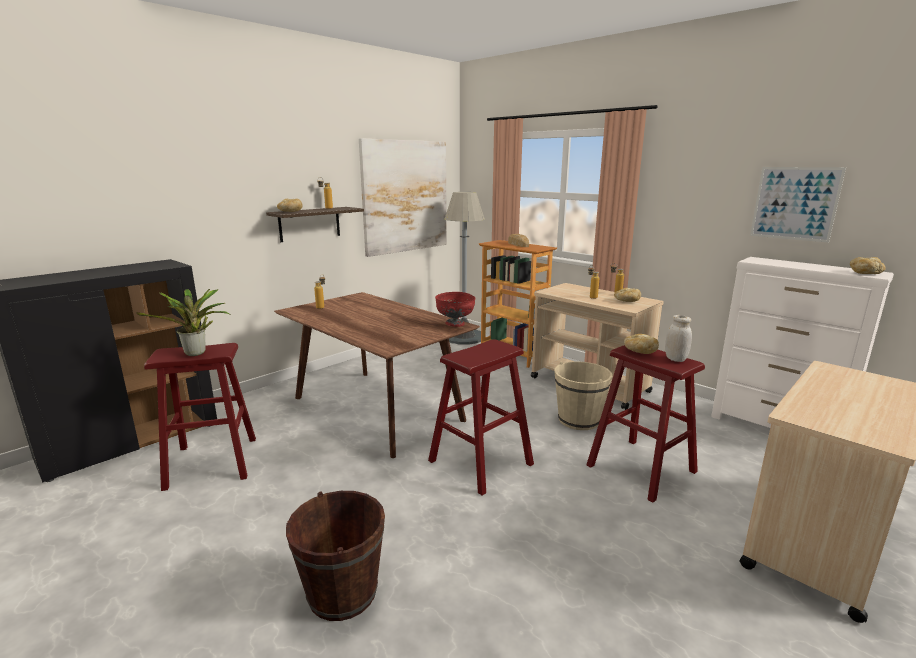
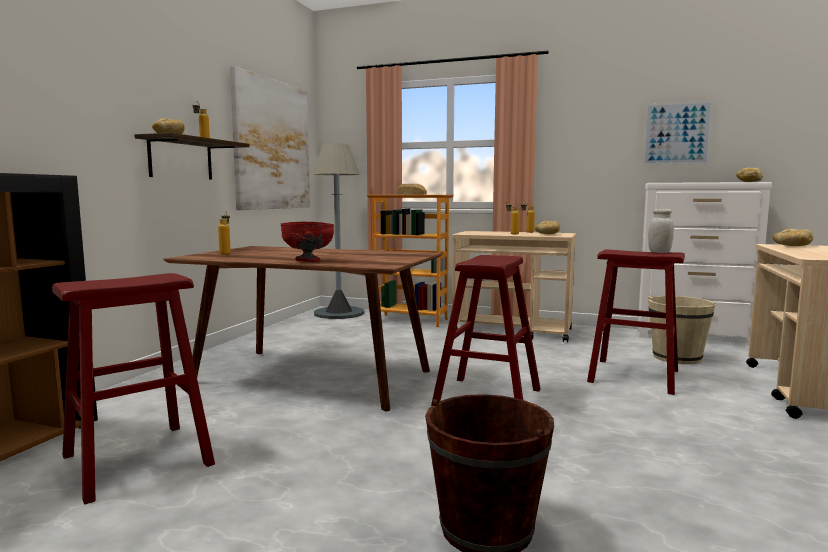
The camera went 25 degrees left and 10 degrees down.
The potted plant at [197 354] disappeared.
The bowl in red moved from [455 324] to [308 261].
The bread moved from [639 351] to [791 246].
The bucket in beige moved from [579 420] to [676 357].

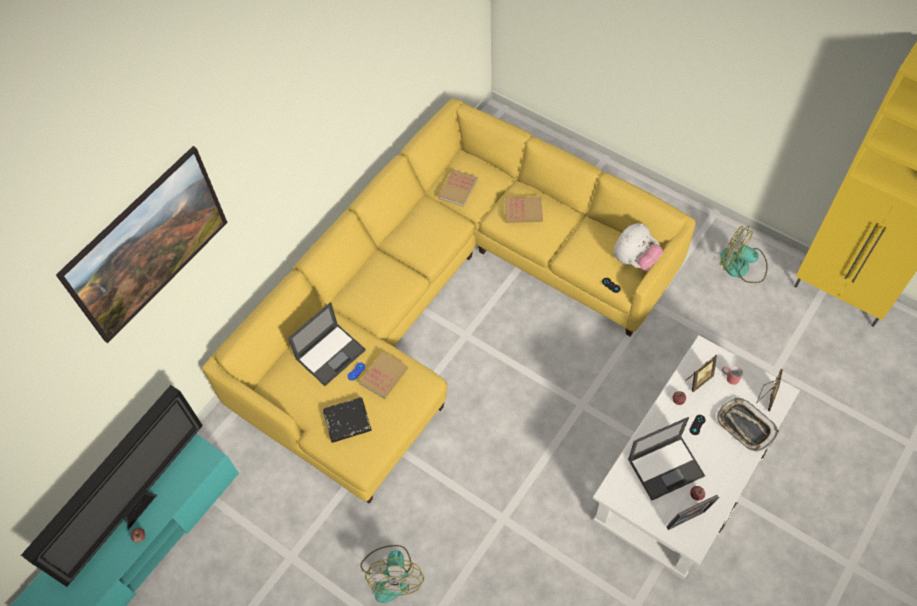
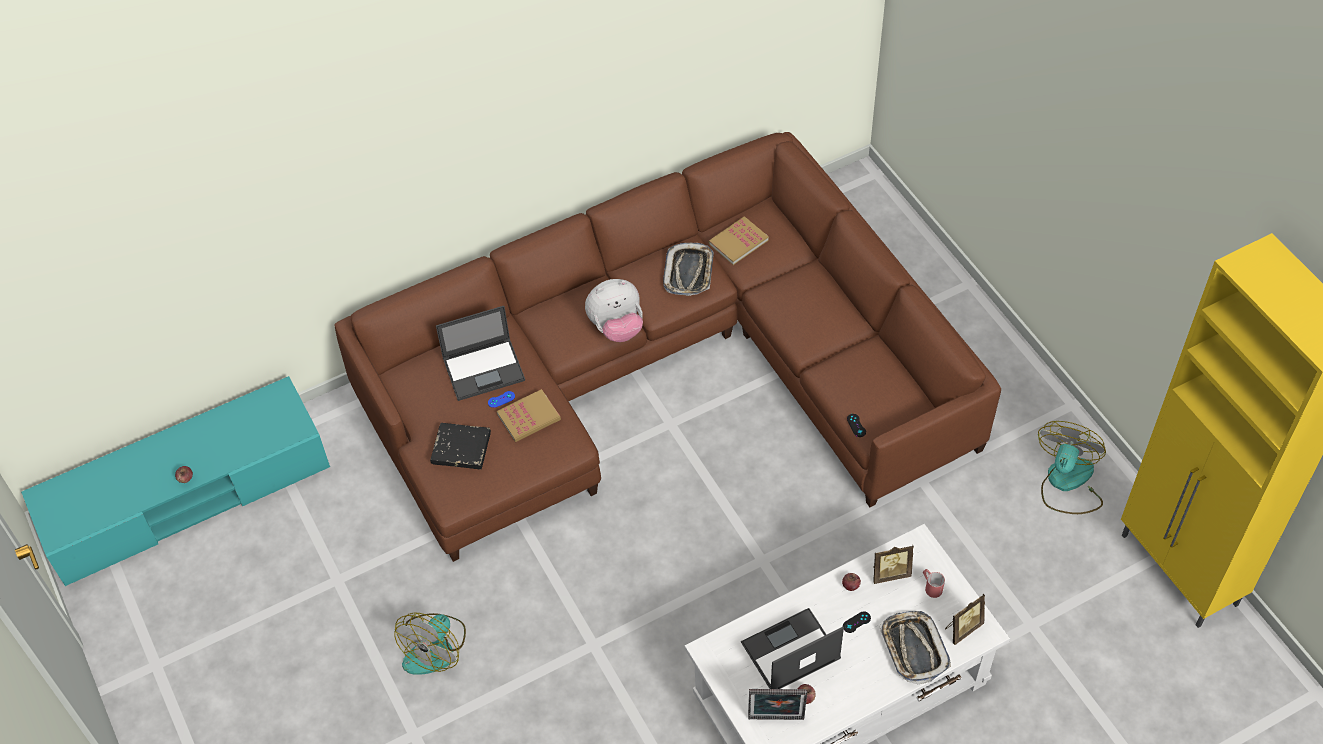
The camera went 25 degrees right and 5 degrees down.
The sofa in yellow at [441 301] became the sofa in brown at [664 373].
The picture at [157 262] disappeared.
The book at [523 211] disappeared.
The plush toy moved from [634 260] to [616 328].
The fan at [741 266] turned 60 degrees clockwise.
The television at [140 506] disappeared.
The laptop at [666 467] turned 150 degrees clockwise.
The tray at [689 272] appeared.

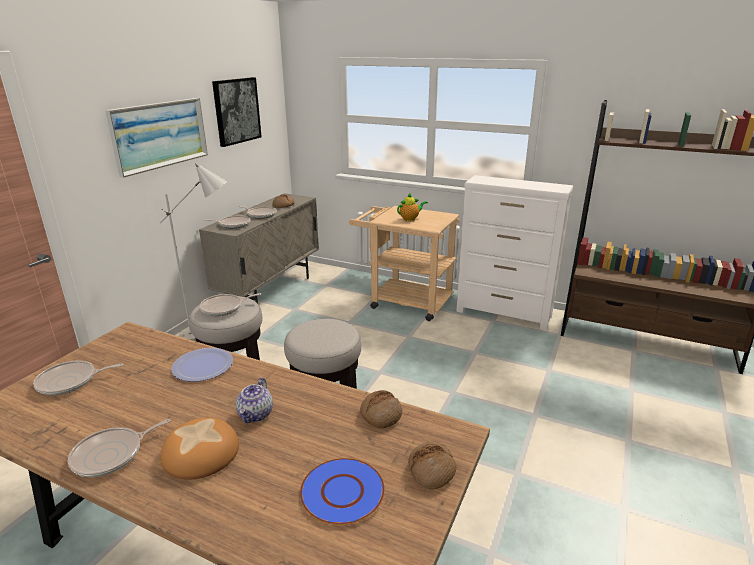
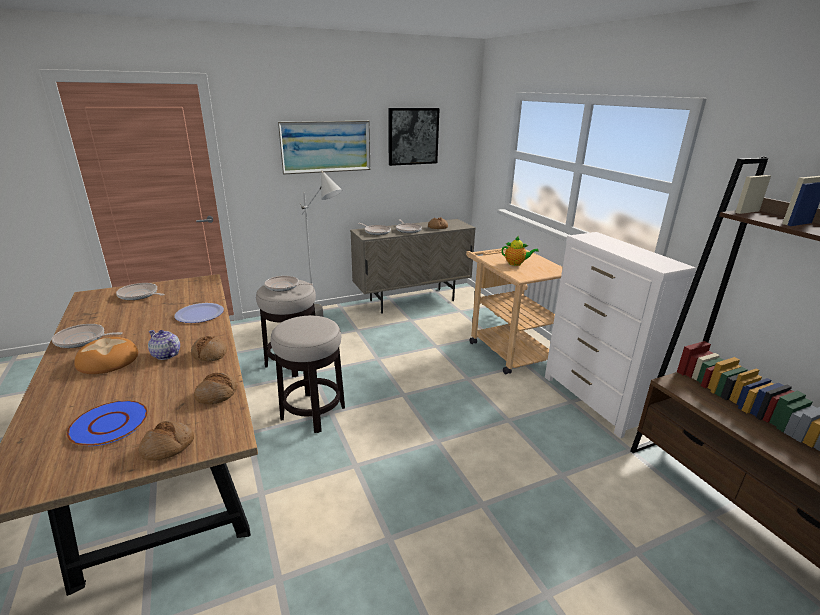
The camera went 40 degrees right and 0 degrees up.
The teapot at [256 414] turned 75 degrees clockwise.
The bread at [210 354] appeared.

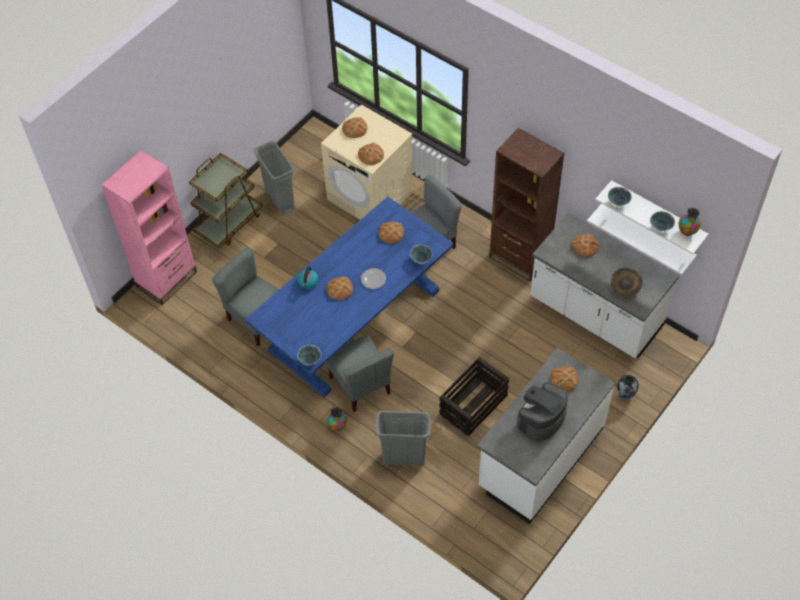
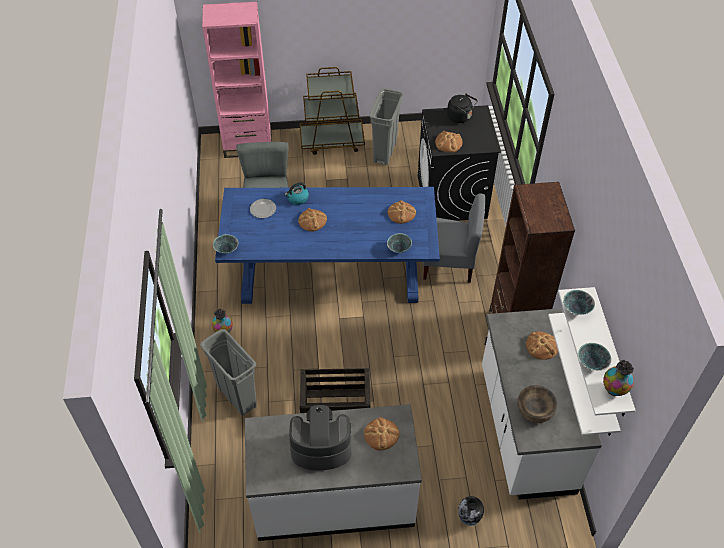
The camera went 45 degrees right and 5 degrees down.
The washing machine in beige at [370 196] became the washing machine in black at [452 197].
The bread at [355 128] was replaced by the kettle in black at [460 117].
The plate moved from [373 279] to [262 209].
The chair in grey at [361 385] disappeared.

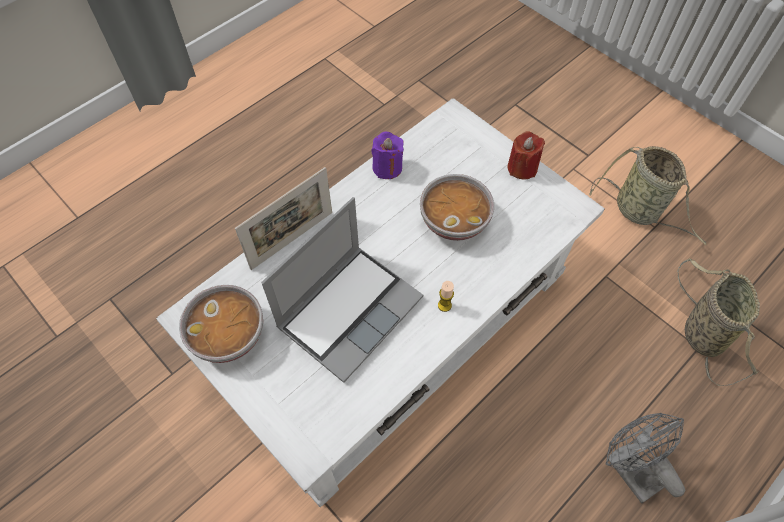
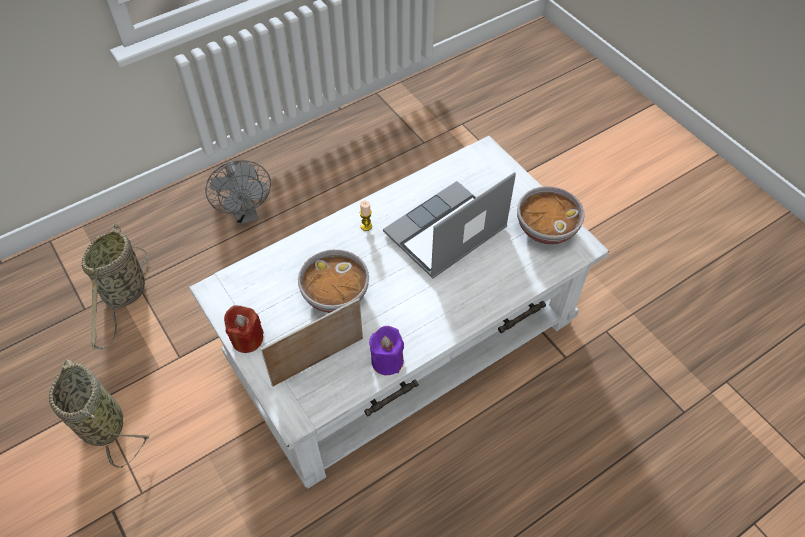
The camera went 170 degrees left and 5 degrees down.
The picture frame moved from [292 240] to [318 361].

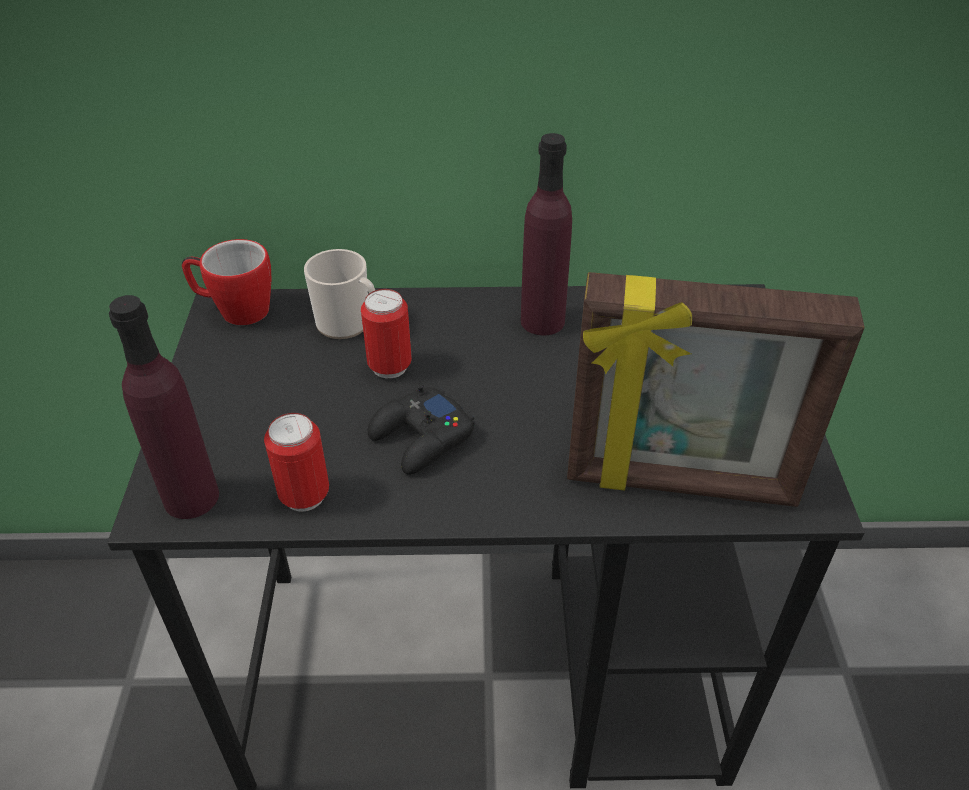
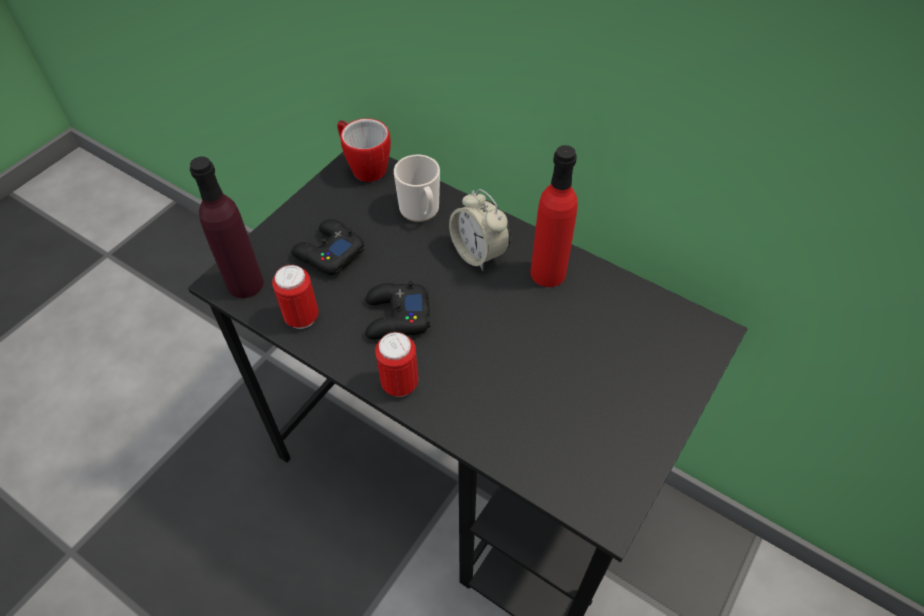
The camera went 35 degrees right and 10 degrees up.
The bottle in purple at [542 321] became the bottle in red at [548 273].
The picture frame at [680 484] disappeared.
The can moved from [389 367] to [400 384].
The alarm clock at [478 253] appeared.
The game controller in black at [328 253] appeared.

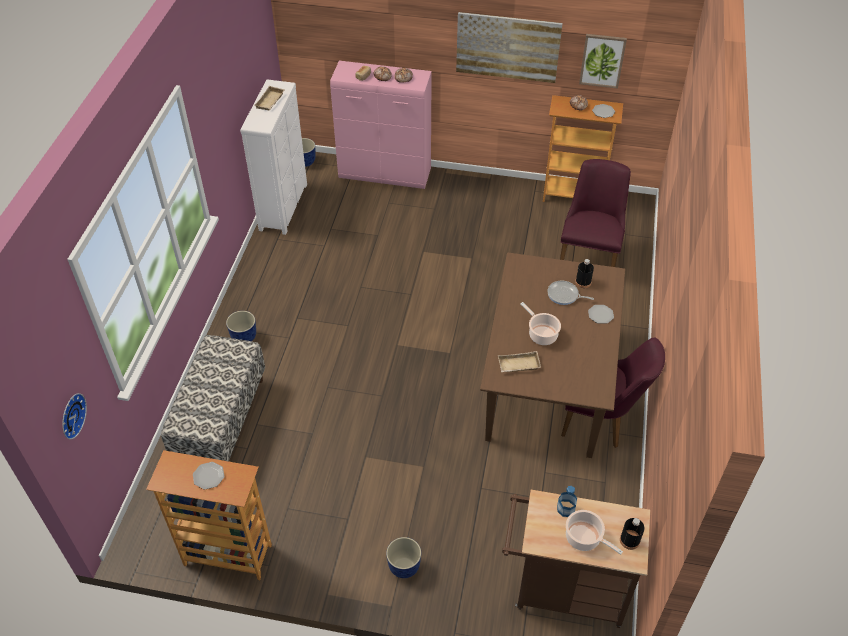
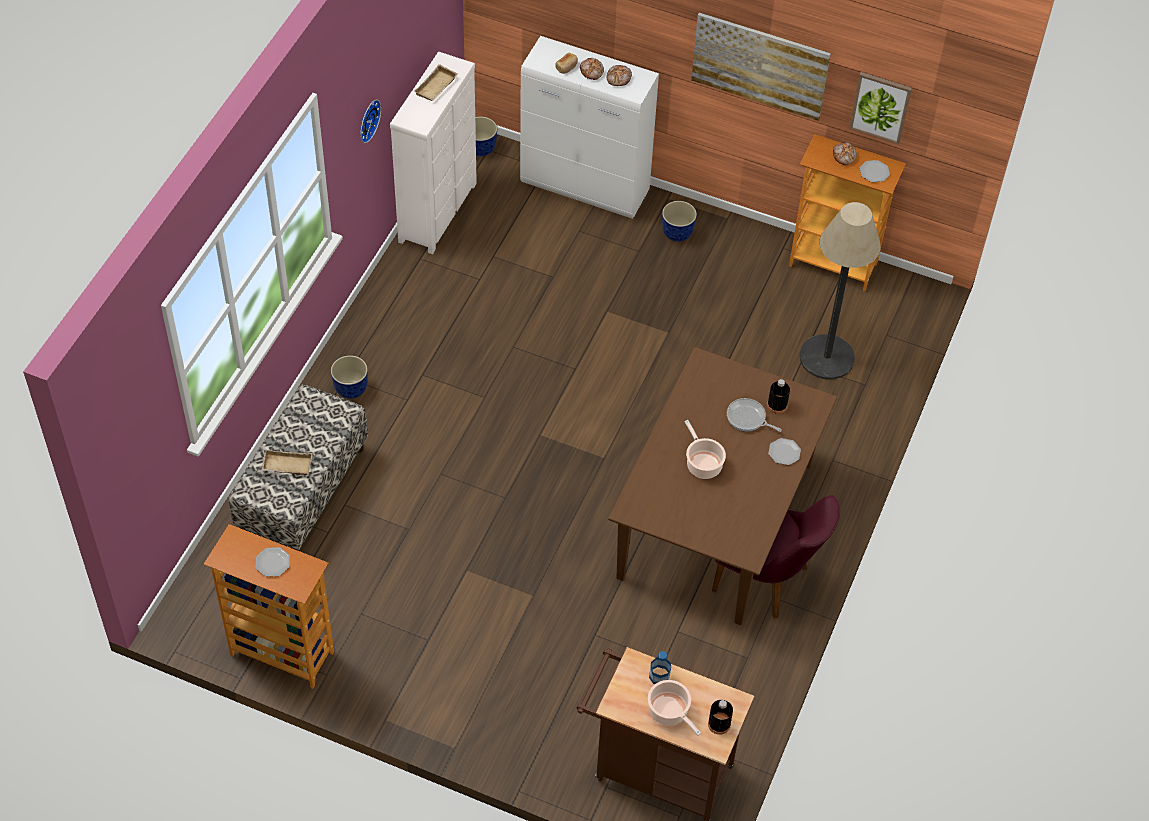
The camera went 10 degrees right and 5 degrees up.
The cabinet in pink at [385 174] became the cabinet in white at [585 187].
The chair in purple at [589 255] was replaced by the floor lamp at [827 357].
The tray in beige moved from [518 365] to [286 466].
The wall clock moved from [71 415] to [367 120].
The planter moved from [404 567] to [677 234].

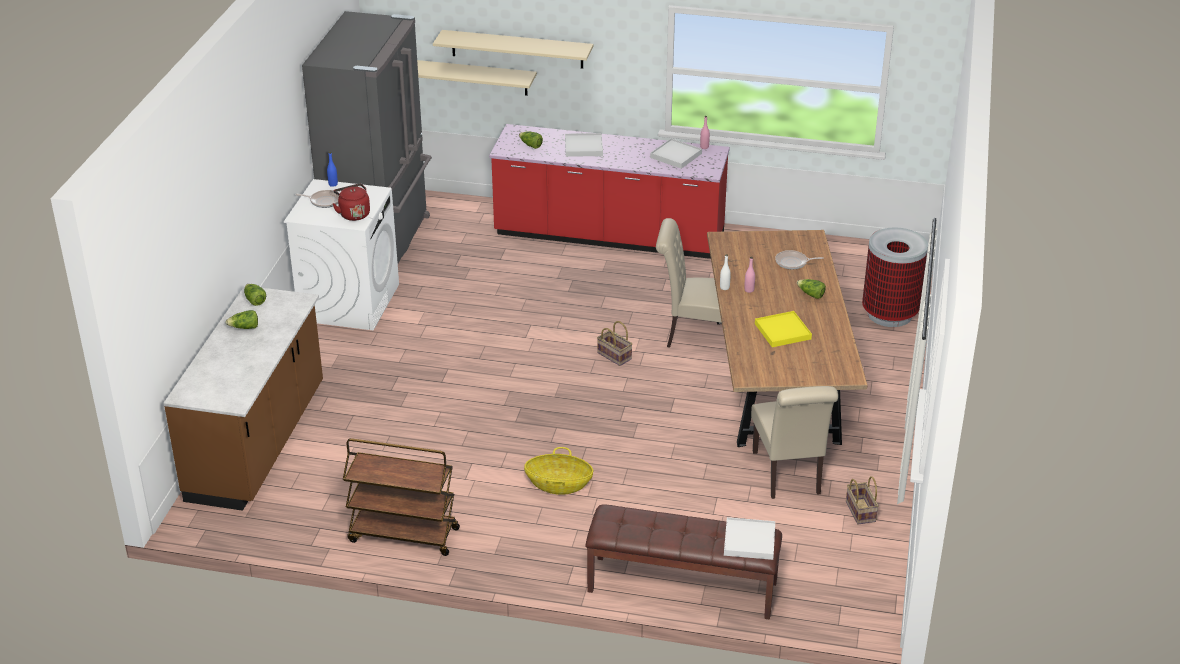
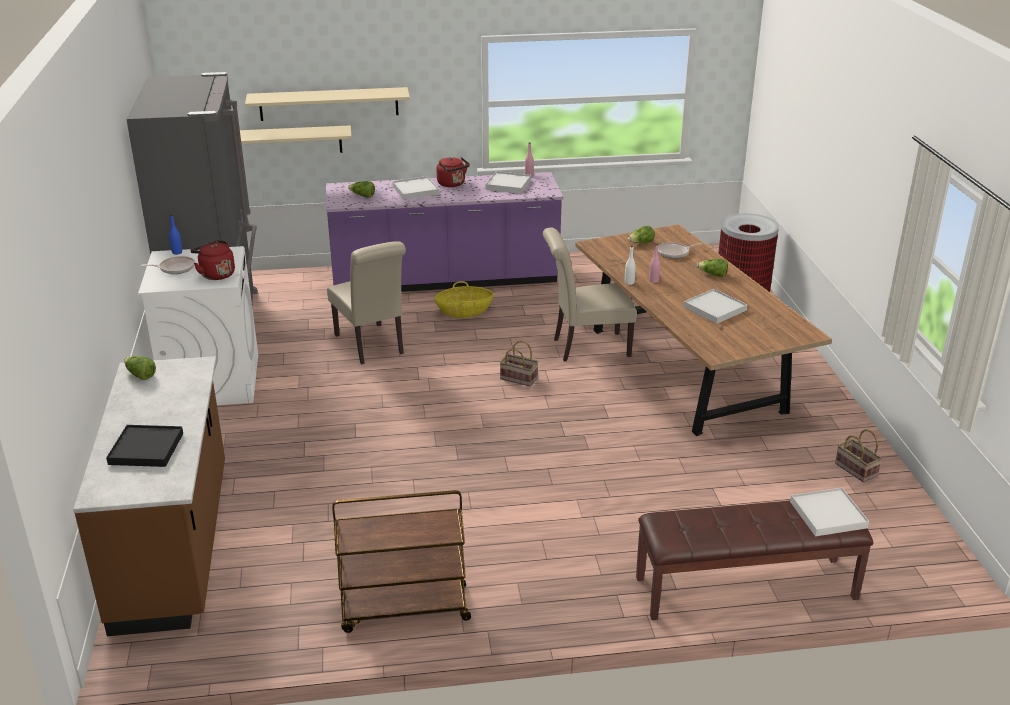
The camera went 20 degrees left and 5 degrees down.
The counter in red at [609 237] became the counter in purple at [445 280].
The lettuce moved from [244 328] to [641 243].
The tray in yellow at [782 331] became the tray in white at [714 308].
The chair in beige moved from [788 476] to [371 346].
The basket moved from [558 485] to [464 312].
The kettle in red at [452 184] appeared.
The tray in black at [146 449] appeared.

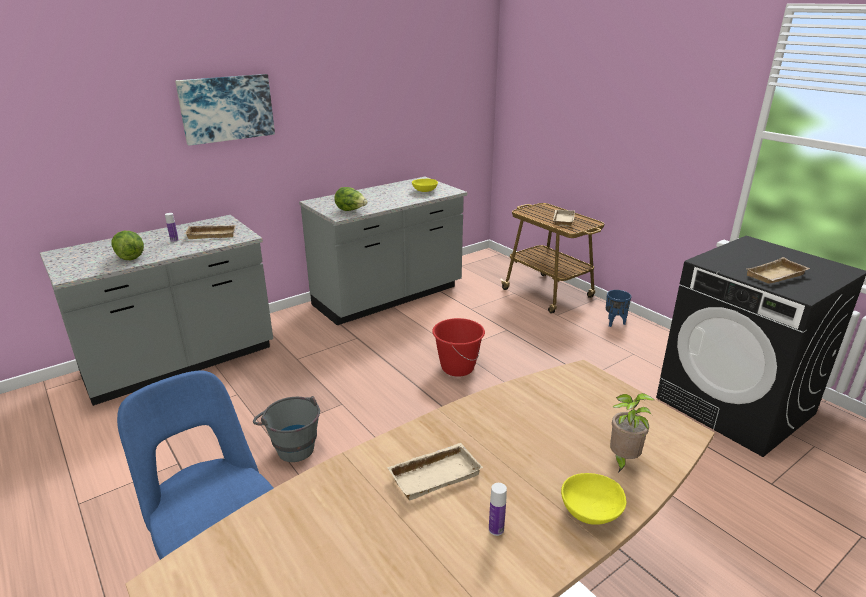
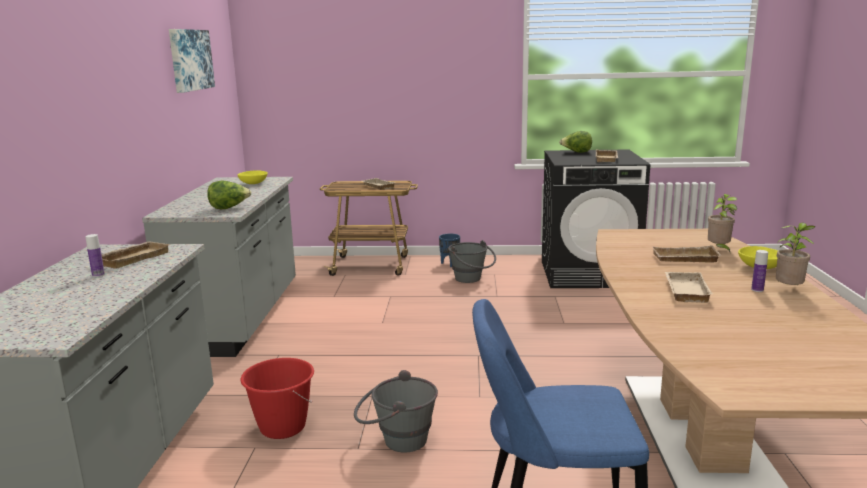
The camera went 50 degrees left and 10 degrees down.
The picture moved from [226 108] to [190 60].
The lettuce moved from [130 257] to [576 152].
The bucket in red moved from [457 368] to [282 427].
The potted plant at [789 290] appeared.
The bucket in grey at [471 280] appeared.
The tray in beige at [684 259] appeared.

